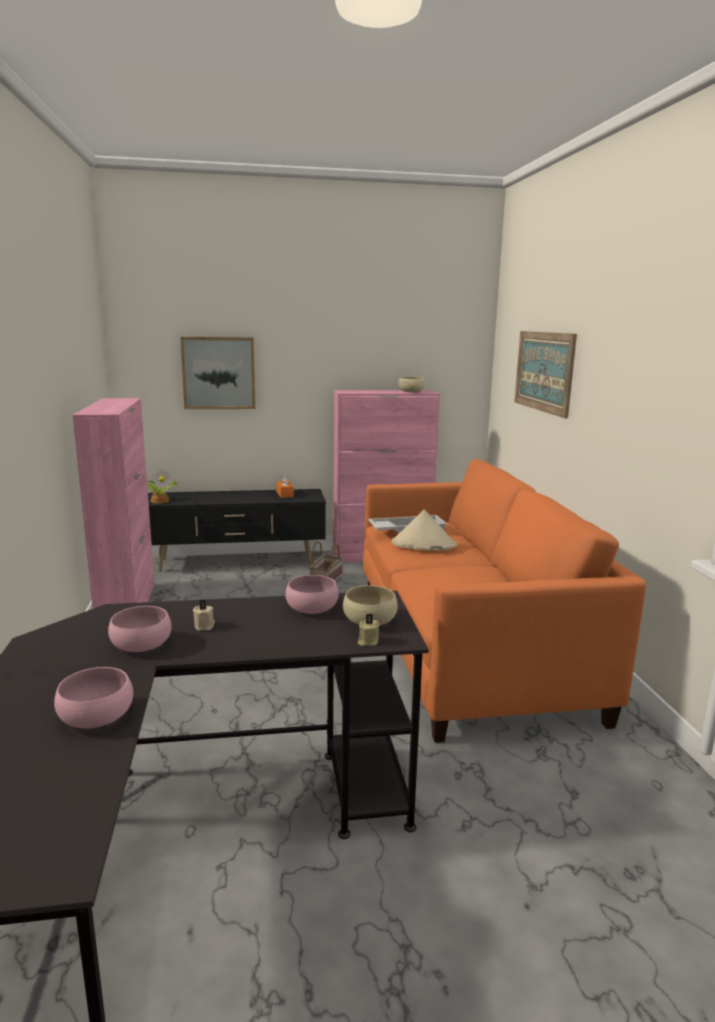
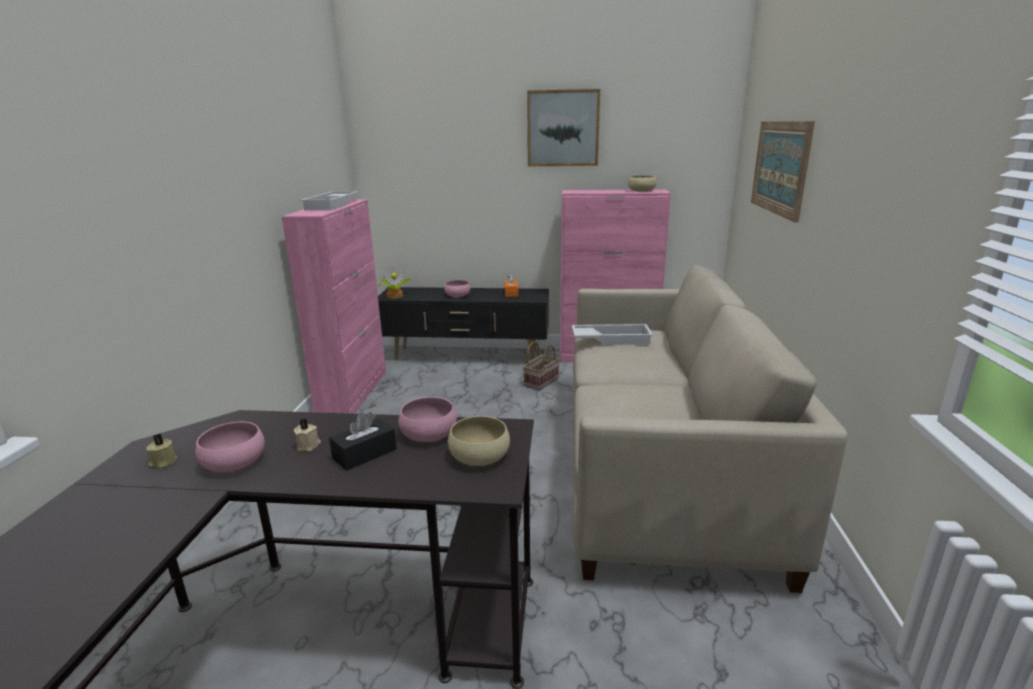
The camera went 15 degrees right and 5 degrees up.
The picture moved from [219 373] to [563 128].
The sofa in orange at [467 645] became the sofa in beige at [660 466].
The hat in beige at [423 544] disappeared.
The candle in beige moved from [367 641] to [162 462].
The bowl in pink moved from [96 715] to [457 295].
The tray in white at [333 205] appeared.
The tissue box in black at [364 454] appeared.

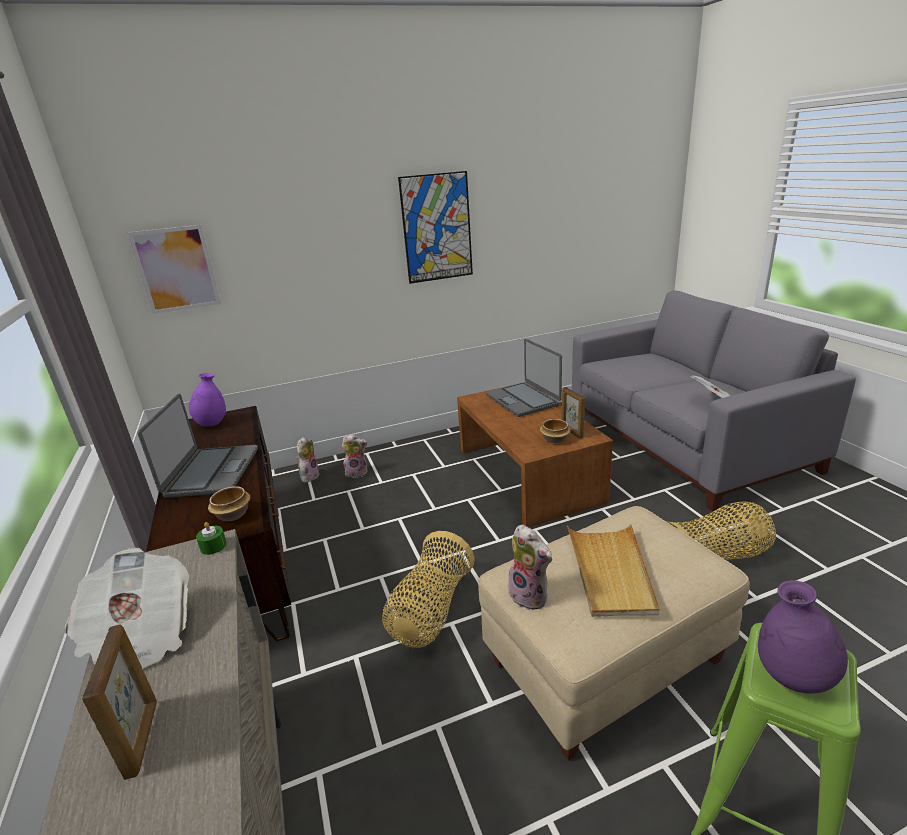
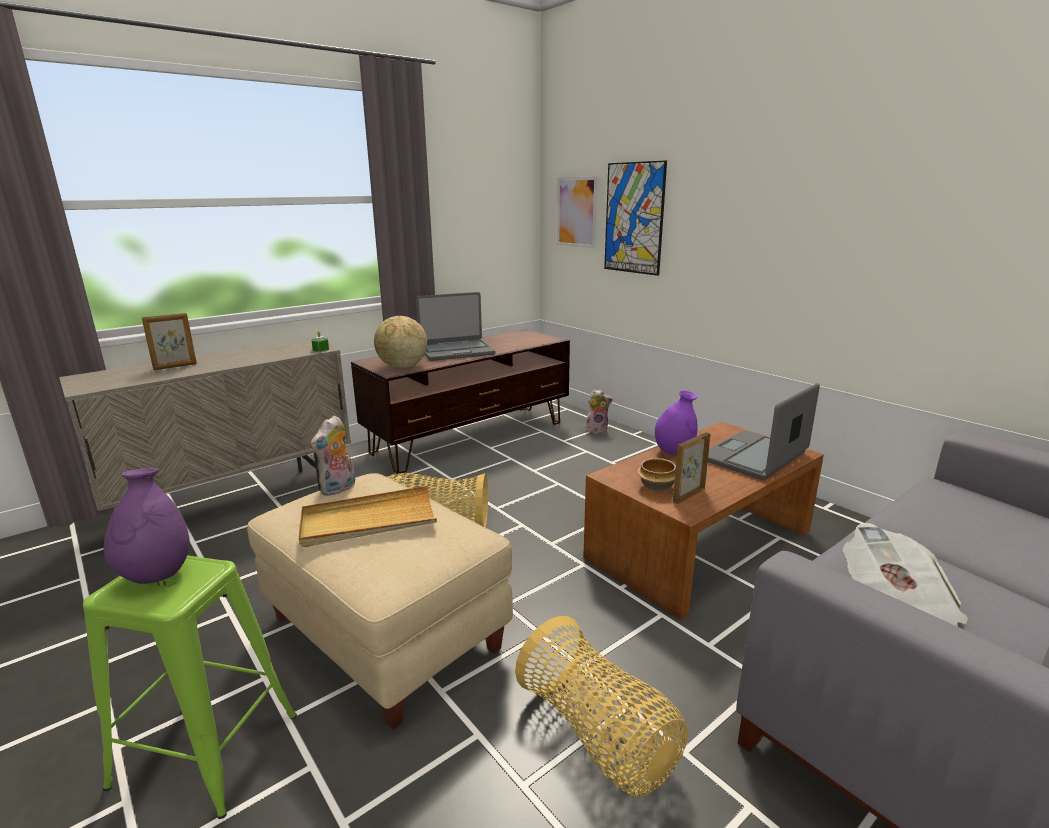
The camera went 70 degrees right and 5 degrees down.
The picture moved from [437 228] to [634 218].
The vase in purple moved from [212 424] to [674 451].
The plush toy at [357 472] disappeared.
The bowl at [233 515] was replaced by the globe at [402 367].
The newspaper at [139 637] disappeared.

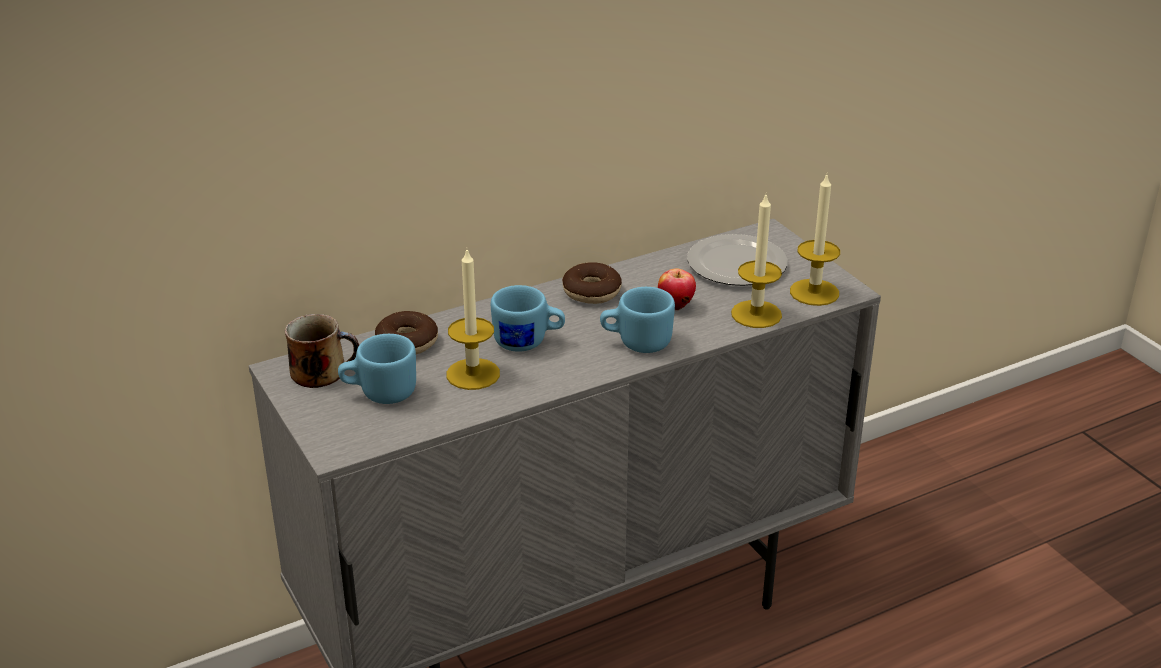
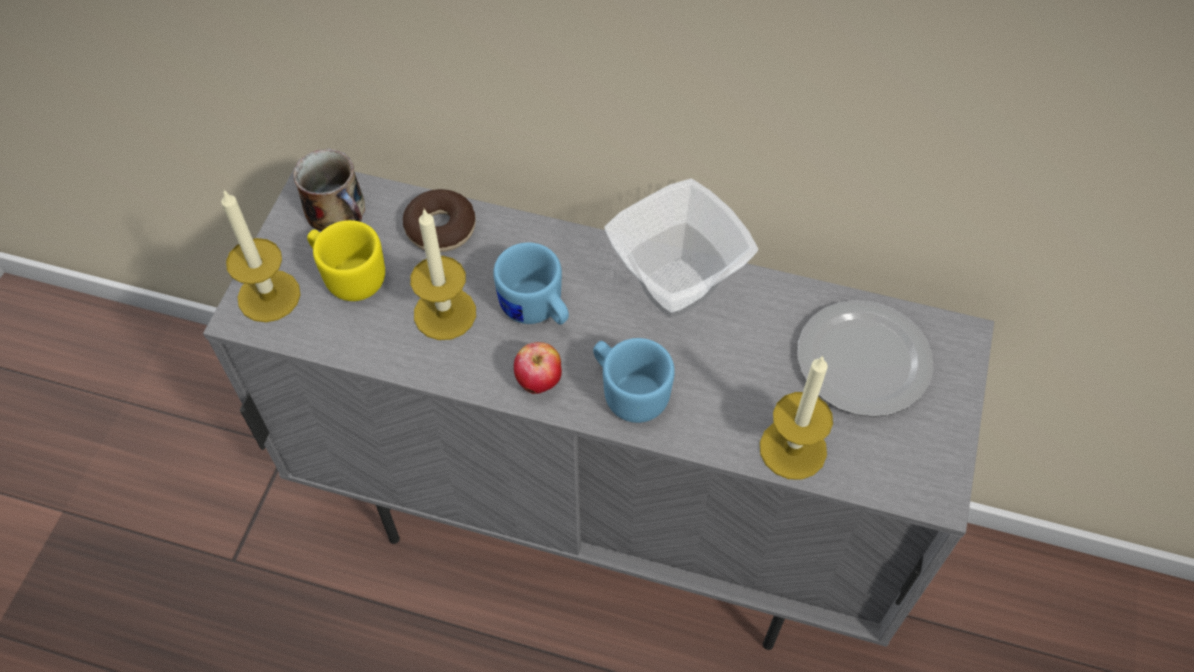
The camera went 45 degrees right and 25 degrees up.
The candle moved from [814 292] to [269 296].
The donut at [591 292] was replaced by the bowl at [672 287].
The apple moved from [676 306] to [539 382].
The mug in blue at [379 393] became the mug in yellow at [349 275].

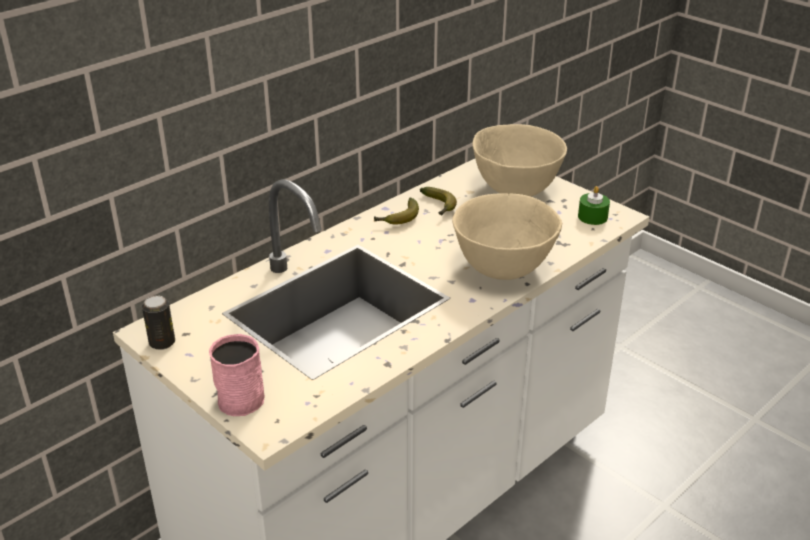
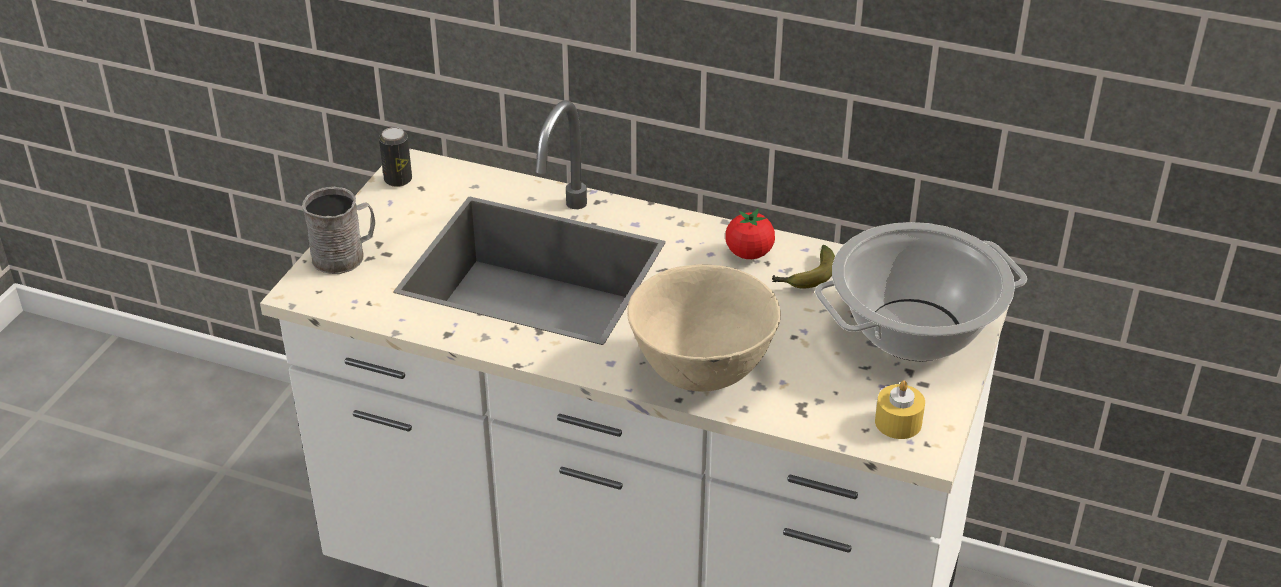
The camera went 65 degrees right and 5 degrees up.
The bowl in beige at [515 188] was replaced by the cooking pot at [915 330].
The candle in green at [592 217] became the candle in yellow at [898 422].
The banana at [398 218] was replaced by the tomato at [749 253].
The mug in pink at [241 394] became the mug in grey at [345 255].

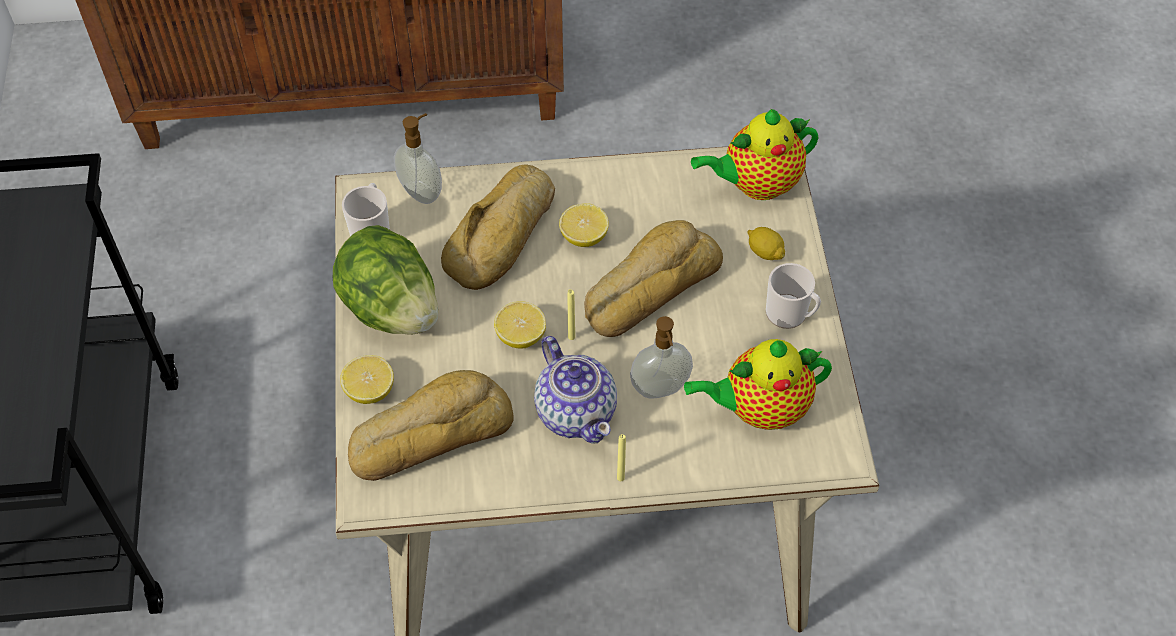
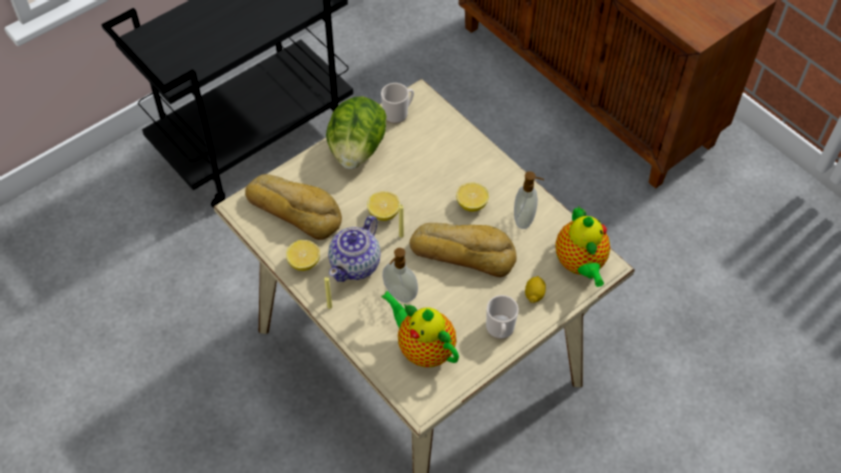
The camera went 55 degrees right and 0 degrees up.
The teapot at [756 184] turned 135 degrees counterclockwise.
The soap dispenser moved from [422 191] to [524 219].
The bread at [504 235] disappeared.
The lemon moved from [370 390] to [304 262].

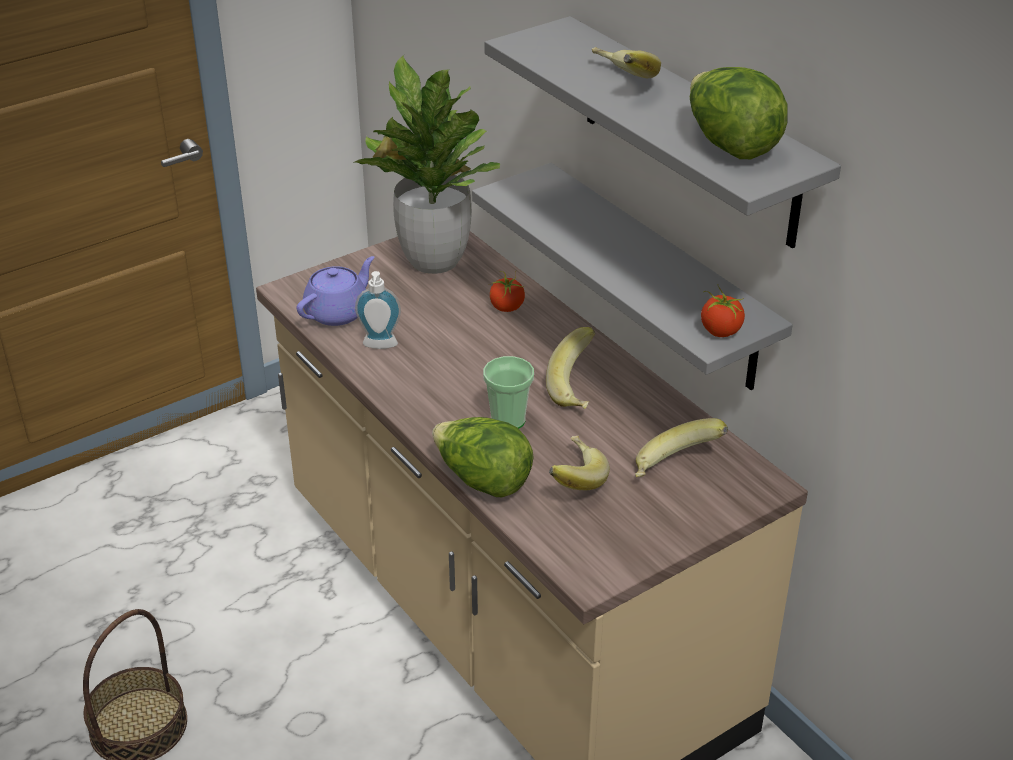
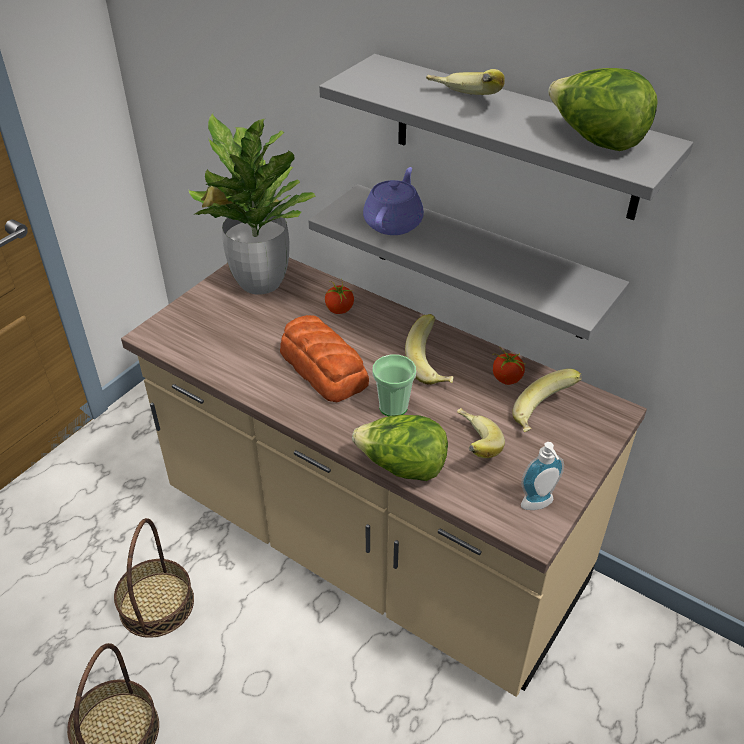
The camera went 20 degrees left and 5 degrees up.
The teapot in purple moved from [338 312] to [394 223].
The soap dispenser moved from [380 346] to [538 506].
The tomato moved from [720 331] to [506 379].
The bread at [323 367] appeared.
The basket at [156 604] appeared.

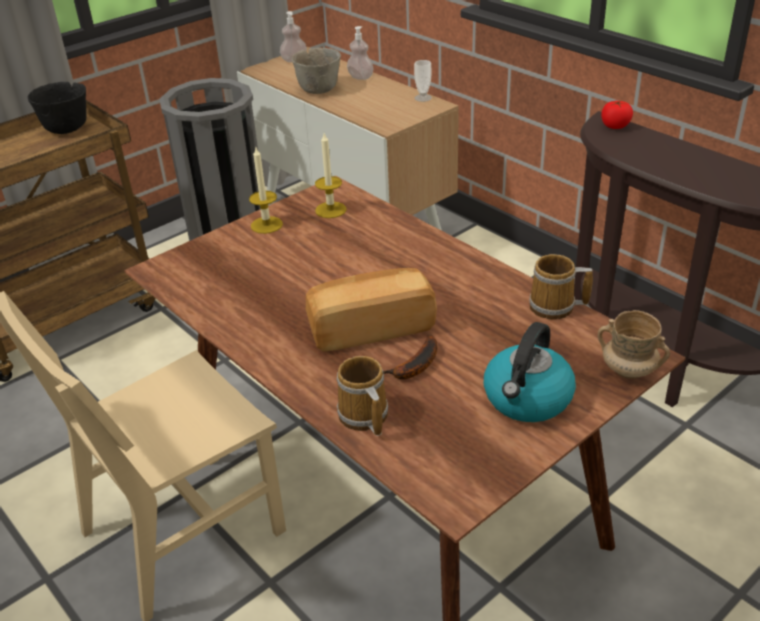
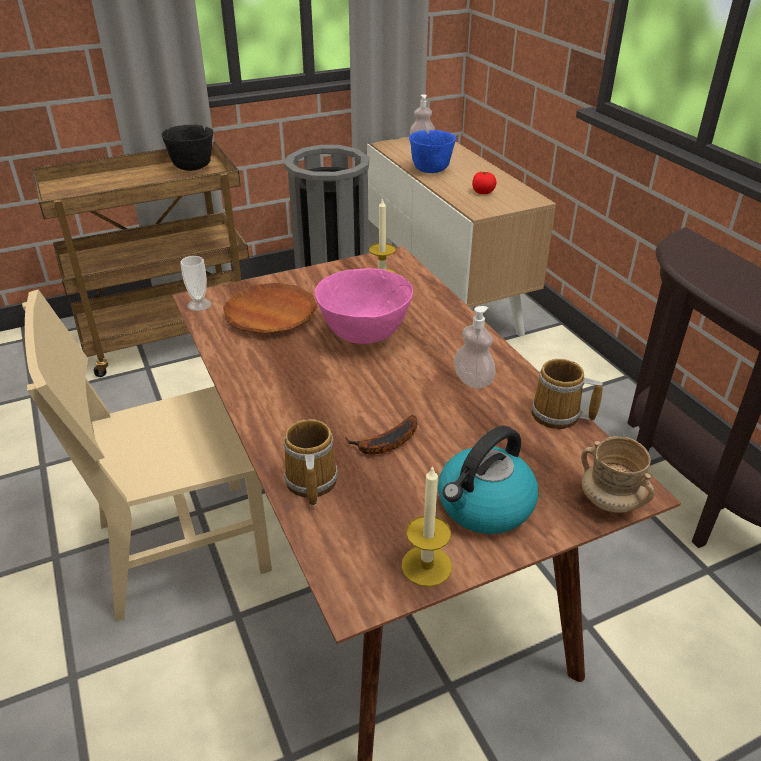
The camera went 15 degrees right and 0 degrees up.
The soap dispenser moved from [360 77] to [473 380].
The bowl in grey at [318 90] became the bowl in blue at [431 170].
The cup moved from [423 98] to [199 305].
The tomato moved from [615 126] to [483 192].
The candle moved from [266 225] to [426 566].
The bread at [371 328] disappeared.
The bowl in pink at [364 335] appeared.
The plate in brown at [271 314] appeared.

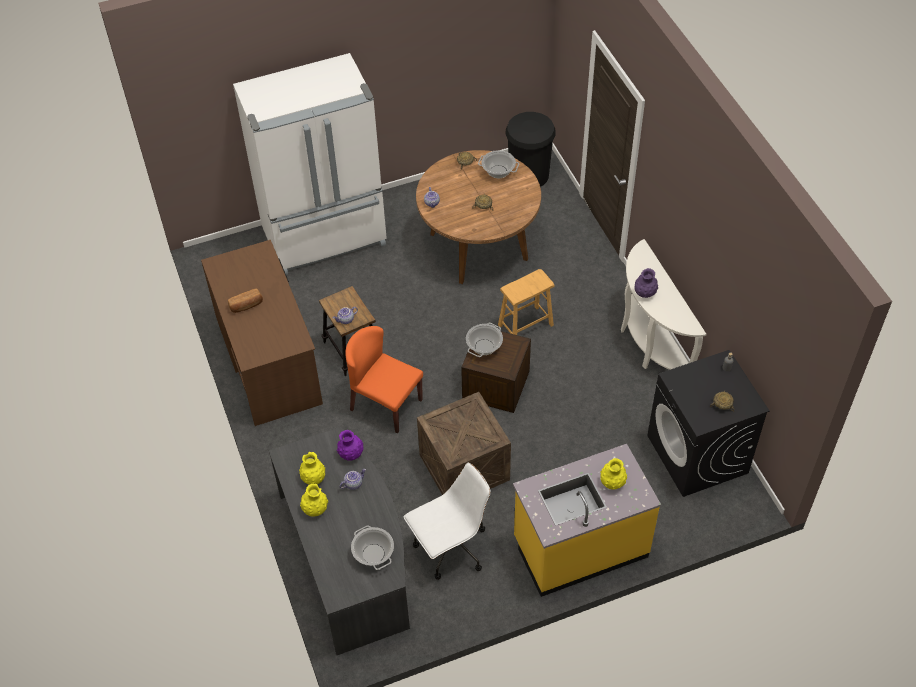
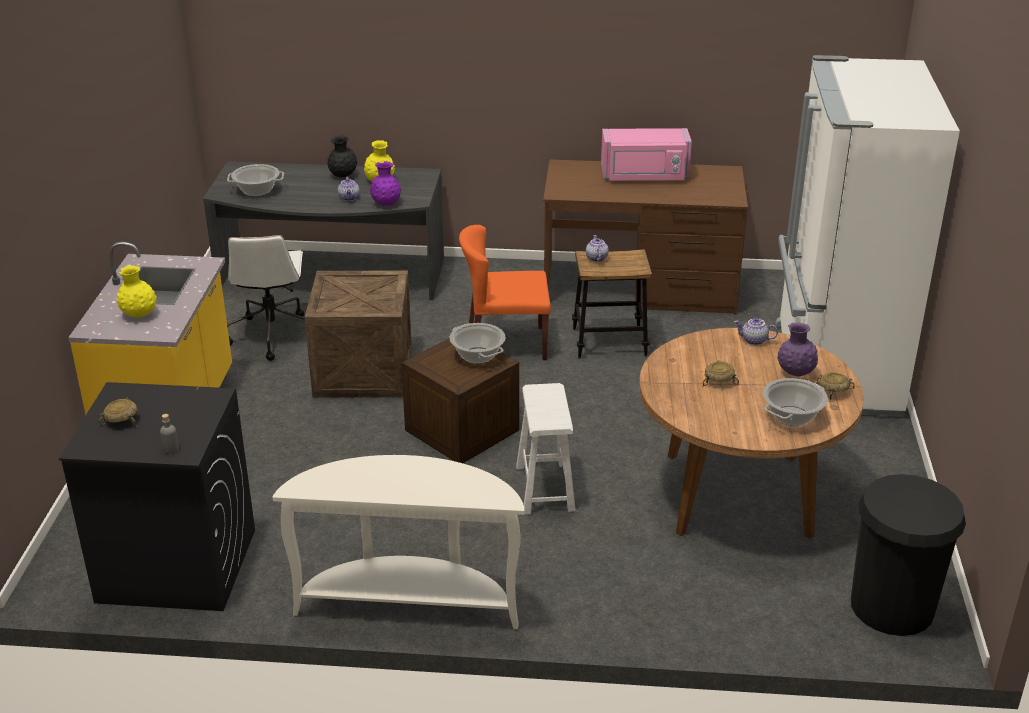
The camera went 115 degrees right and 20 degrees down.
The vase in purple moved from [645 293] to [795 373].
The stool in brown at [525 325] became the stool in white at [544 488].
The bread at [246 305] was replaced by the microwave in pink at [644 176].
The chair in orange at [385 404] turned 150 degrees counterclockwise.
The vase in yellow at [315 509] became the vase in black at [343 176].

